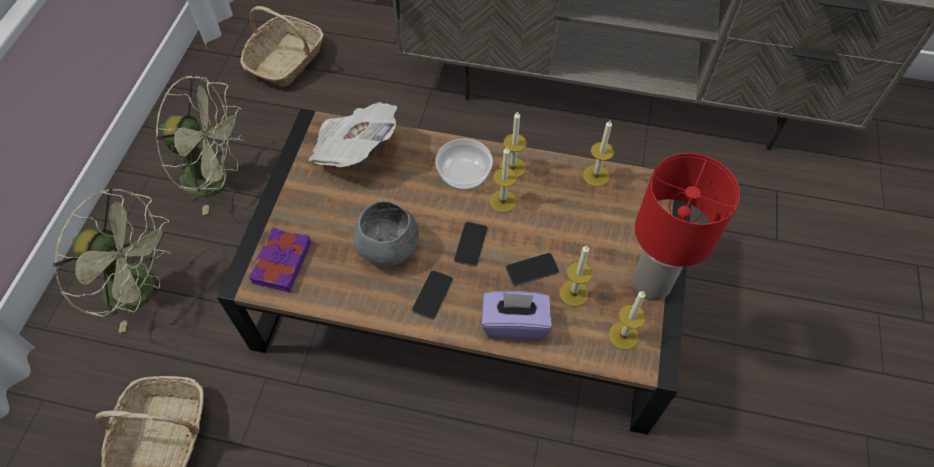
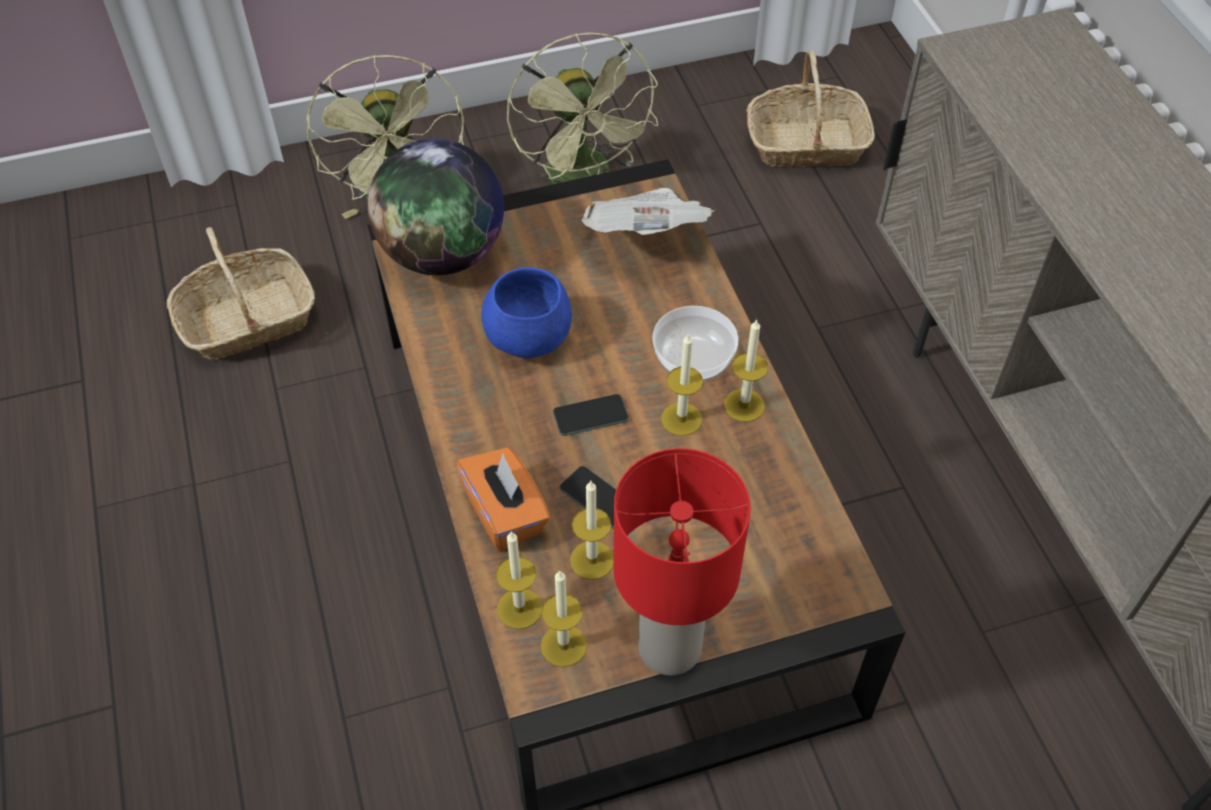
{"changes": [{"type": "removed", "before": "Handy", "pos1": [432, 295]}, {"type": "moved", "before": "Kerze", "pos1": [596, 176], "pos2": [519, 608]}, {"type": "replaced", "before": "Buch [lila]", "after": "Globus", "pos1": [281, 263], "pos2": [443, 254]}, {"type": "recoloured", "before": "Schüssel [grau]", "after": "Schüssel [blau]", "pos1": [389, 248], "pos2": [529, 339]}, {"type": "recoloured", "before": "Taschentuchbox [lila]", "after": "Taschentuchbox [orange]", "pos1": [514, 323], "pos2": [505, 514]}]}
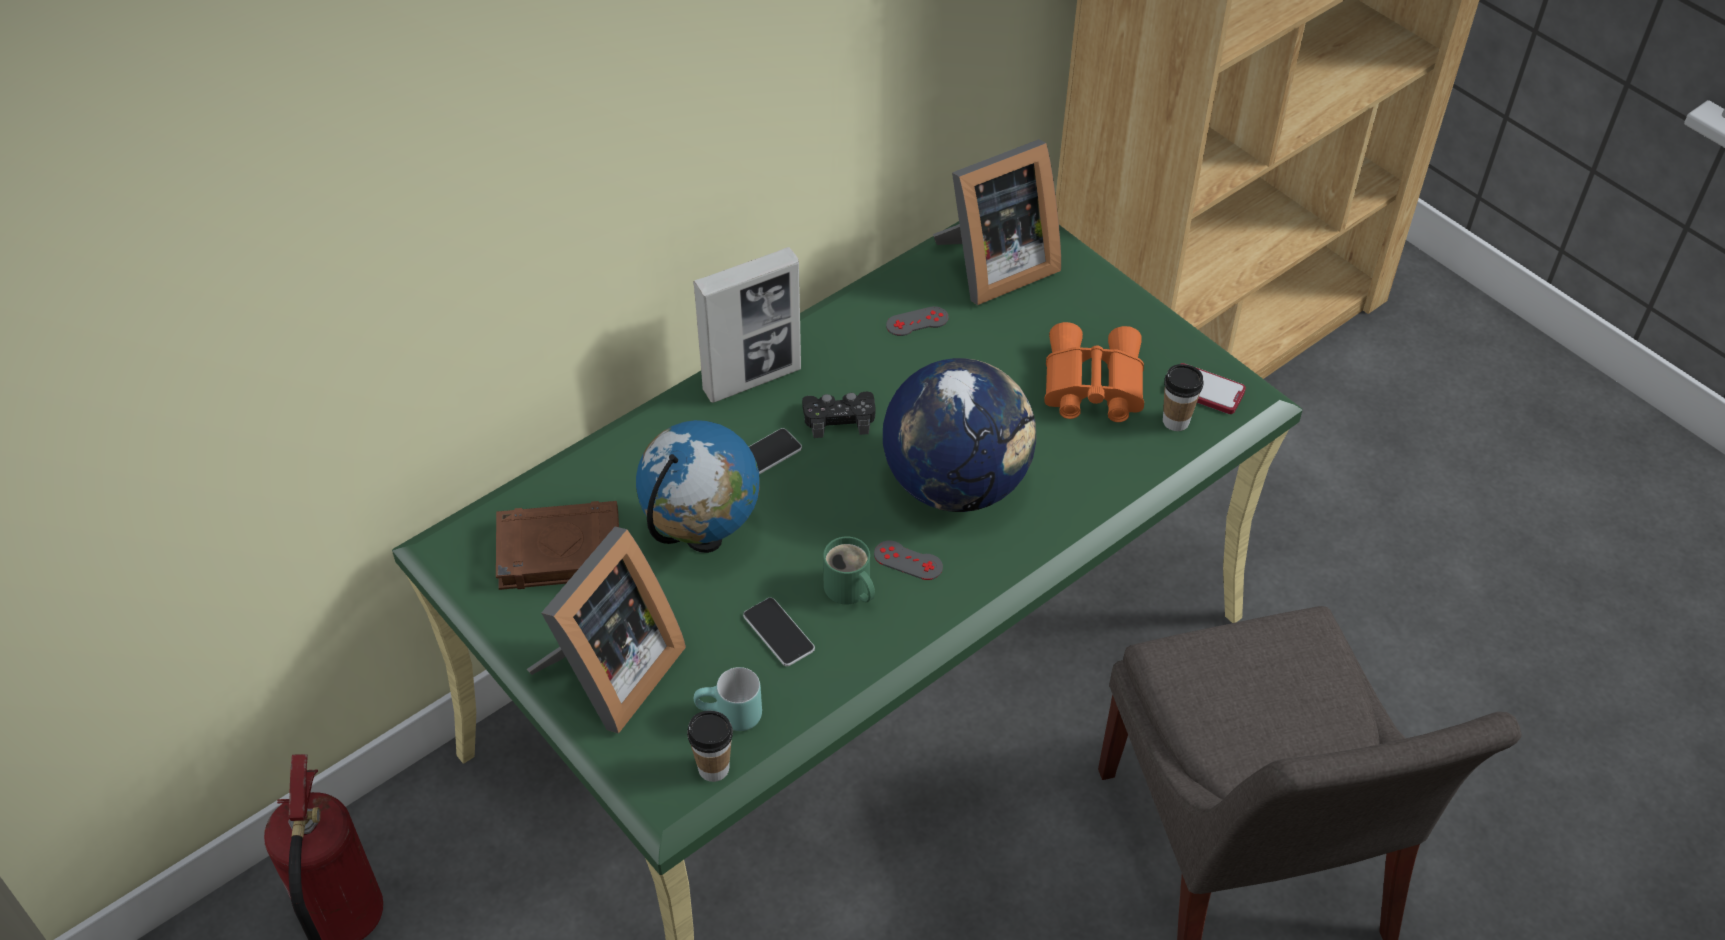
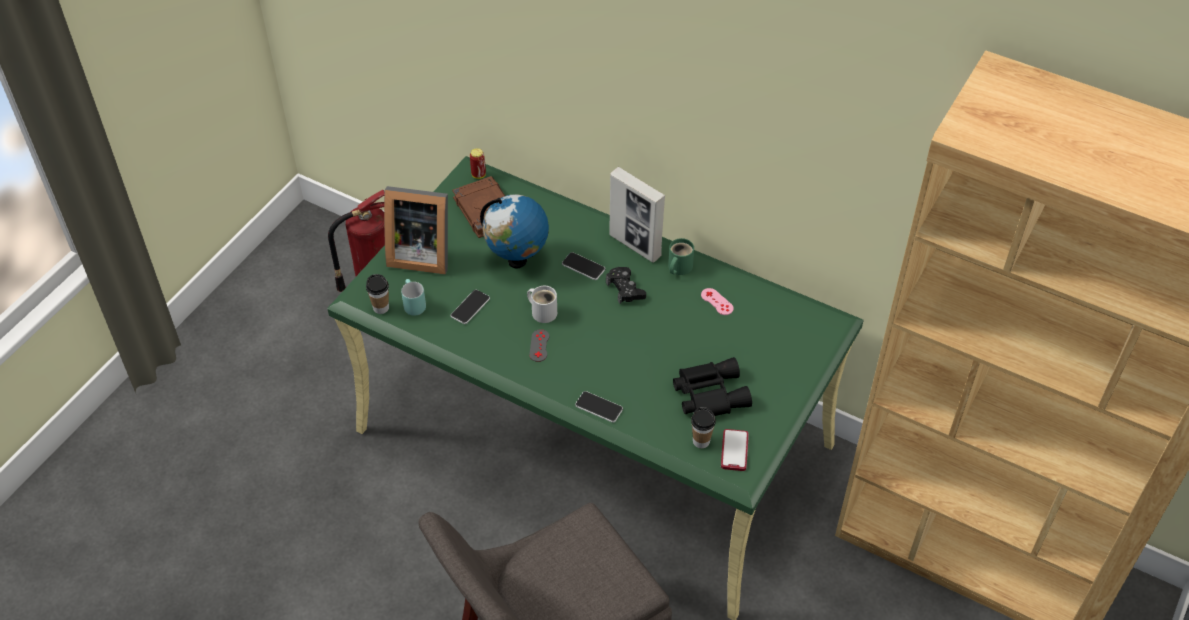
{"changes": [{"type": "removed", "before": "Globus", "pos1": [956, 483]}, {"type": "removed", "before": "Bilderrahmen", "pos1": [993, 267]}, {"type": "added", "after": "Dose", "pos2": [478, 175]}, {"type": "added", "after": "Henkelbecher [weiß]", "pos2": [543, 311]}, {"type": "added", "after": "Handy", "pos2": [599, 407]}, {"type": "moved", "before": "Henkelbecher [grün]", "pos1": [848, 590], "pos2": [678, 267]}, {"type": "recoloured", "before": "Gamepad [grau]", "after": "Gamepad [rosa]", "pos1": [917, 321], "pos2": [717, 302]}, {"type": "recoloured", "before": "Fernglas [orange]", "after": "Fernglas [schwarz]", "pos1": [1090, 385], "pos2": [708, 393]}]}
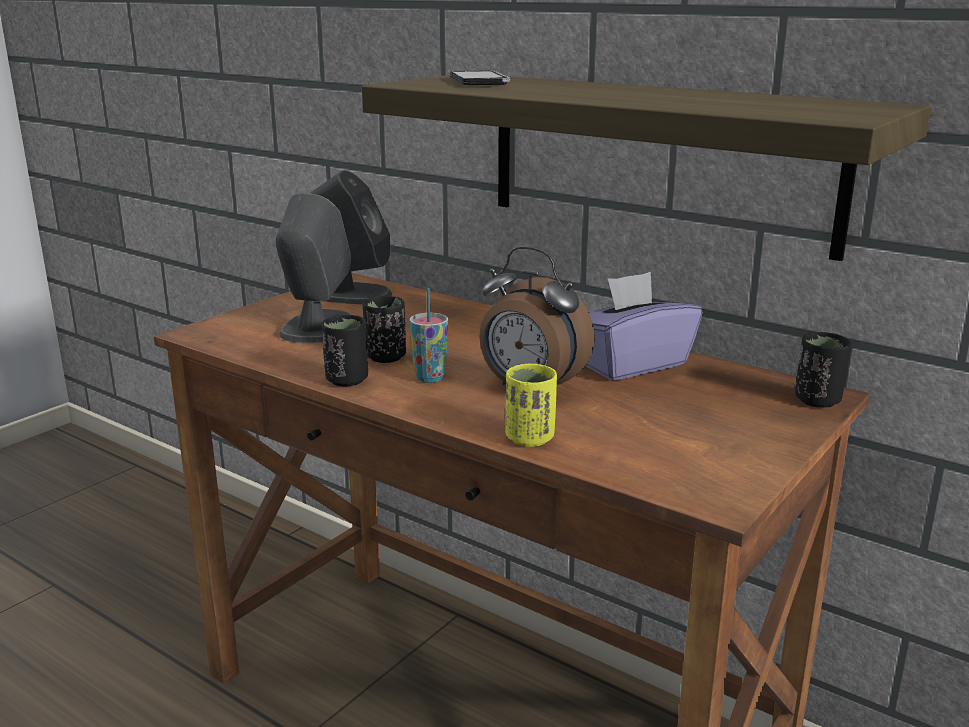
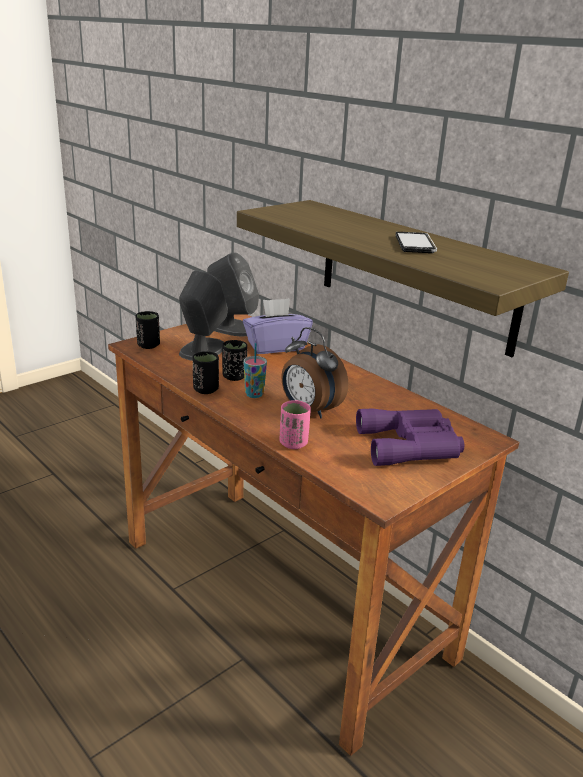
{"changes": [{"type": "added", "after": "Fernglas [lila]", "pos2": [411, 445]}, {"type": "moved", "before": "Handy", "pos1": [479, 81], "pos2": [415, 244]}, {"type": "moved", "before": "Taschentuchbox [lila]", "pos1": [631, 364], "pos2": [276, 346]}, {"type": "moved", "before": "Tasse [schwarz]", "pos1": [817, 400], "pos2": [148, 345]}, {"type": "recoloured", "before": "Tasse [gelb]", "after": "Tasse [rosa]", "pos1": [530, 438], "pos2": [293, 443]}]}
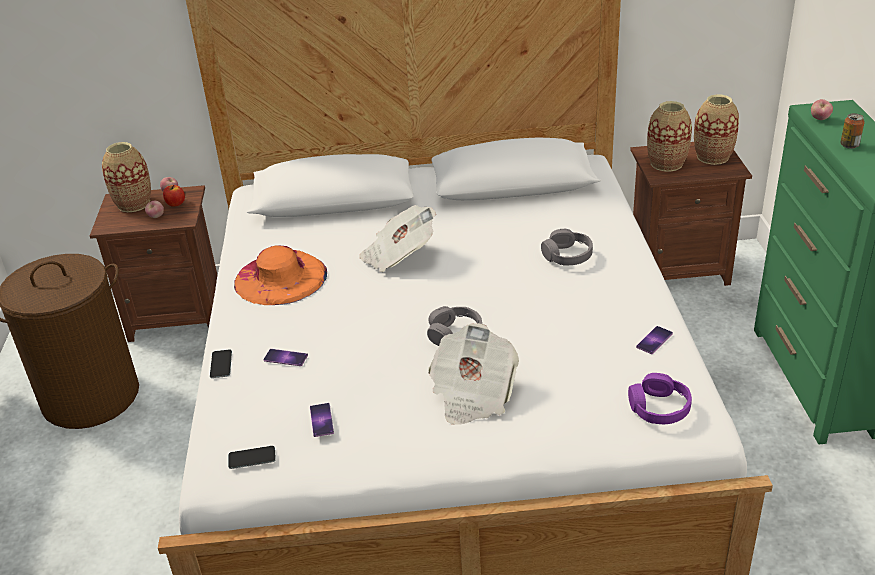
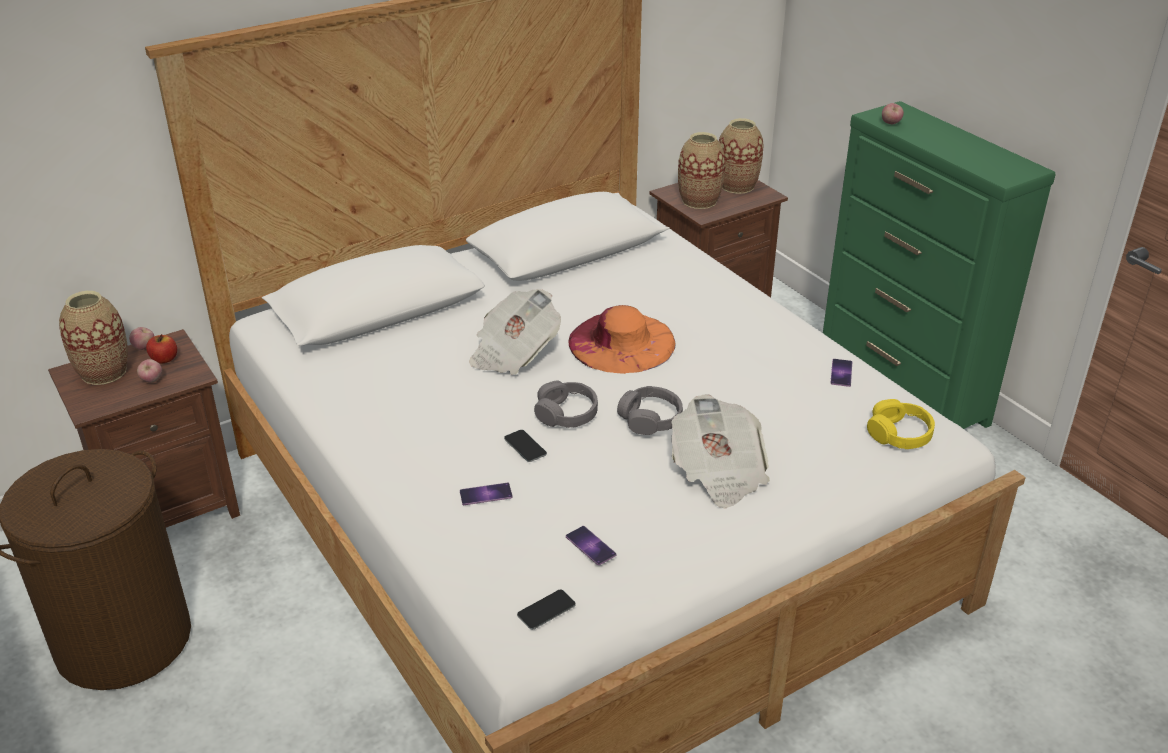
{"changes": [{"type": "removed", "before": "Dose", "pos1": [849, 145]}, {"type": "moved", "before": "Handy", "pos1": [221, 364], "pos2": [525, 446]}, {"type": "moved", "before": "Hut [orange]", "pos1": [280, 278], "pos2": [621, 342]}, {"type": "moved", "before": "Kopfhörer [grau]", "pos1": [567, 255], "pos2": [566, 413]}, {"type": "recoloured", "before": "Kopfhörer [lila]", "after": "Kopfhörer [gelb]", "pos1": [659, 408], "pos2": [899, 434]}]}
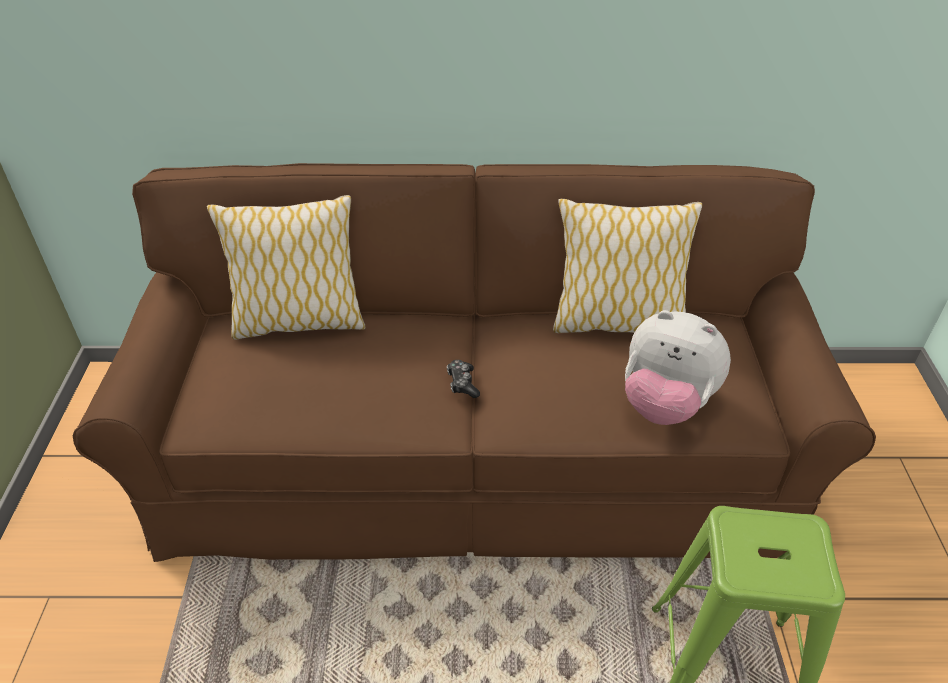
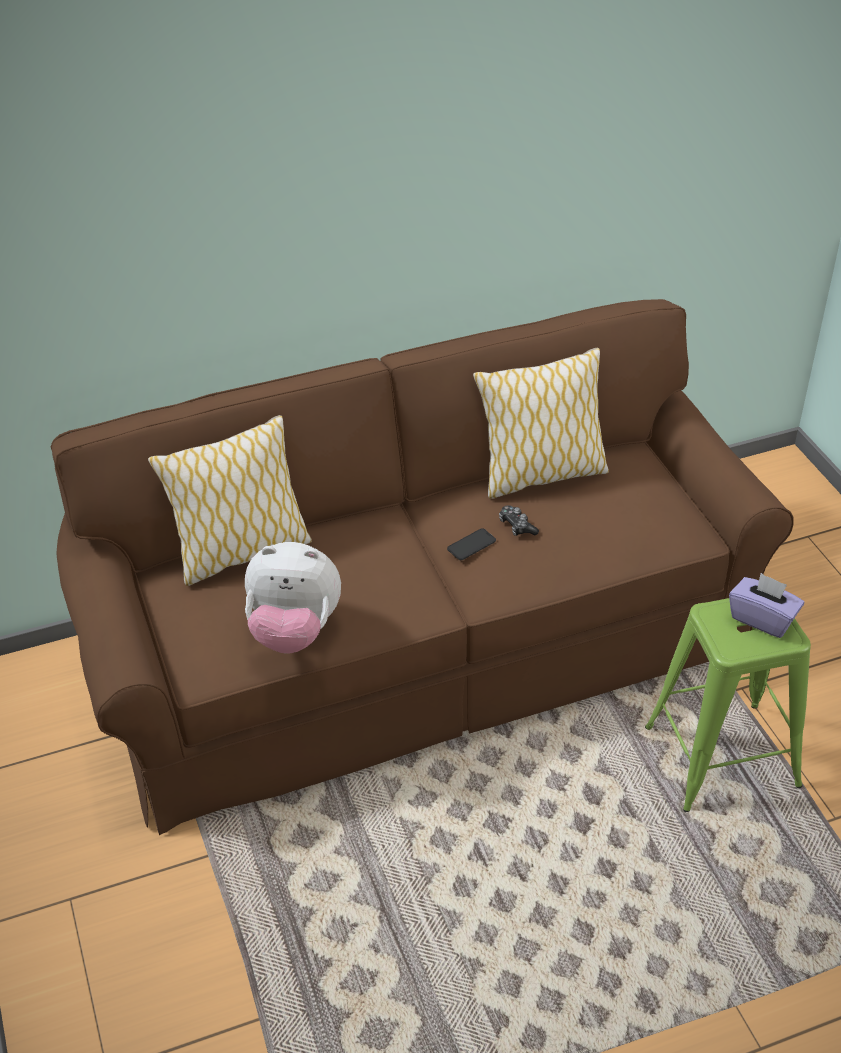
{"changes": [{"type": "added", "after": "Handy", "pos2": [471, 545]}, {"type": "added", "after": "Taschentuchbox [lila]", "pos2": [762, 618]}, {"type": "moved", "before": "Gamepad", "pos1": [462, 383], "pos2": [517, 526]}, {"type": "moved", "before": "Plüschtier", "pos1": [665, 404], "pos2": [294, 631]}]}
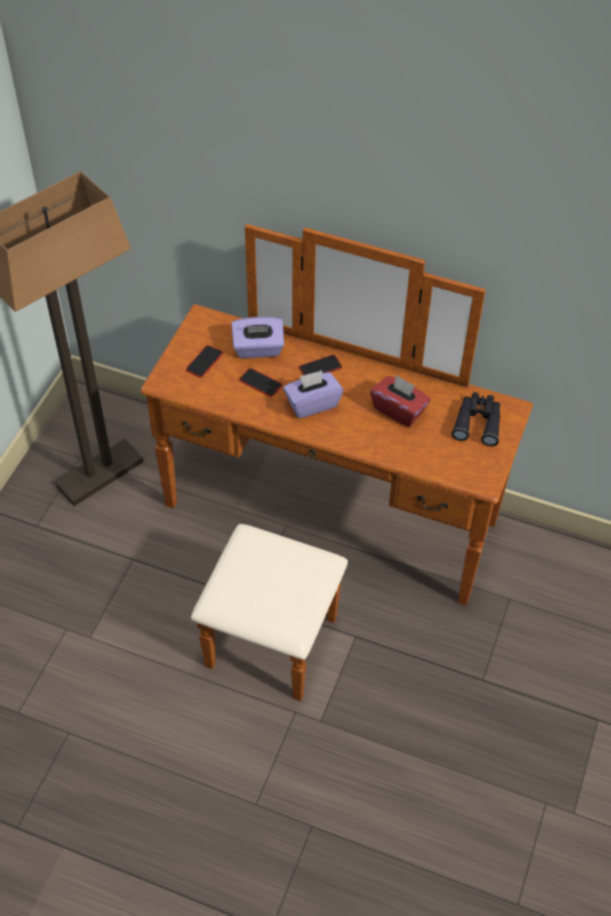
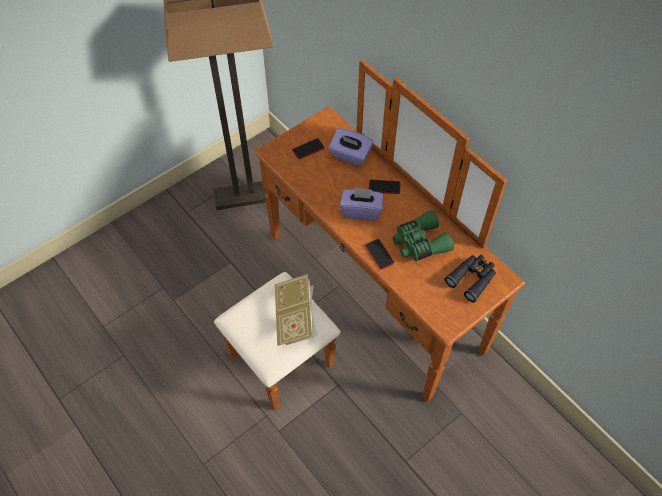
{"changes": [{"type": "added", "after": "Buch", "pos2": [296, 318]}, {"type": "moved", "before": "Handy", "pos1": [260, 383], "pos2": [379, 254]}, {"type": "replaced", "before": "Taschentuchbox [rot]", "after": "Fernglas [grün]", "pos1": [399, 410], "pos2": [419, 243]}]}
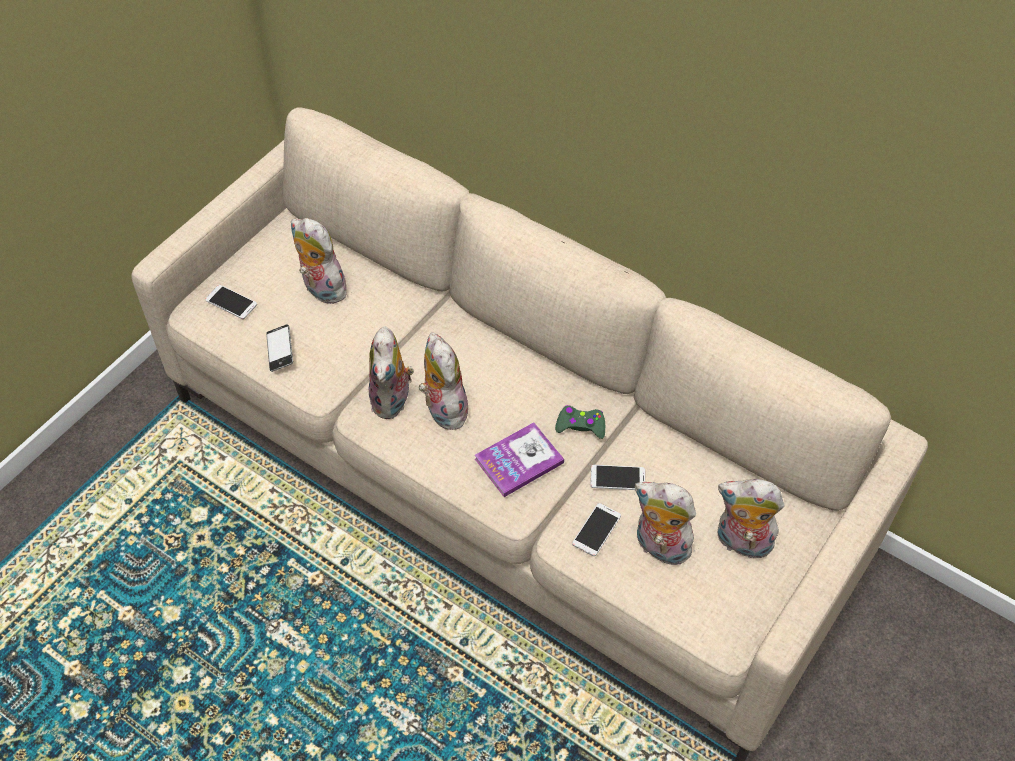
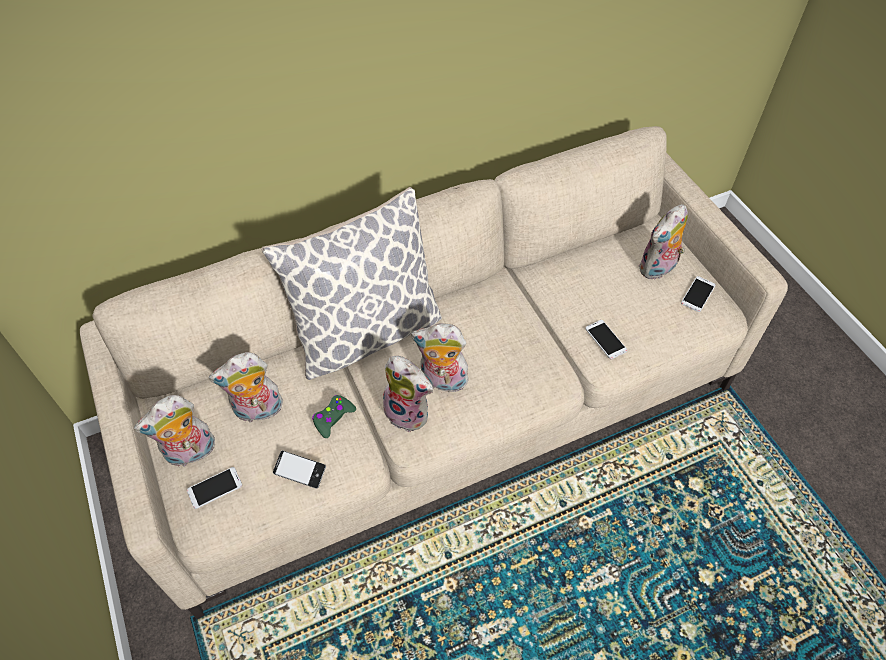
{"changes": [{"type": "removed", "before": "Buch", "pos1": [519, 461]}, {"type": "added", "after": "Kissen", "pos2": [366, 332]}, {"type": "moved", "before": "Gamepad [grün]", "pos1": [580, 425], "pos2": [333, 418]}, {"type": "moved", "before": "Handy", "pos1": [617, 478], "pos2": [698, 294]}, {"type": "moved", "before": "Plüschtier", "pos1": [659, 547], "pos2": [190, 453]}]}
